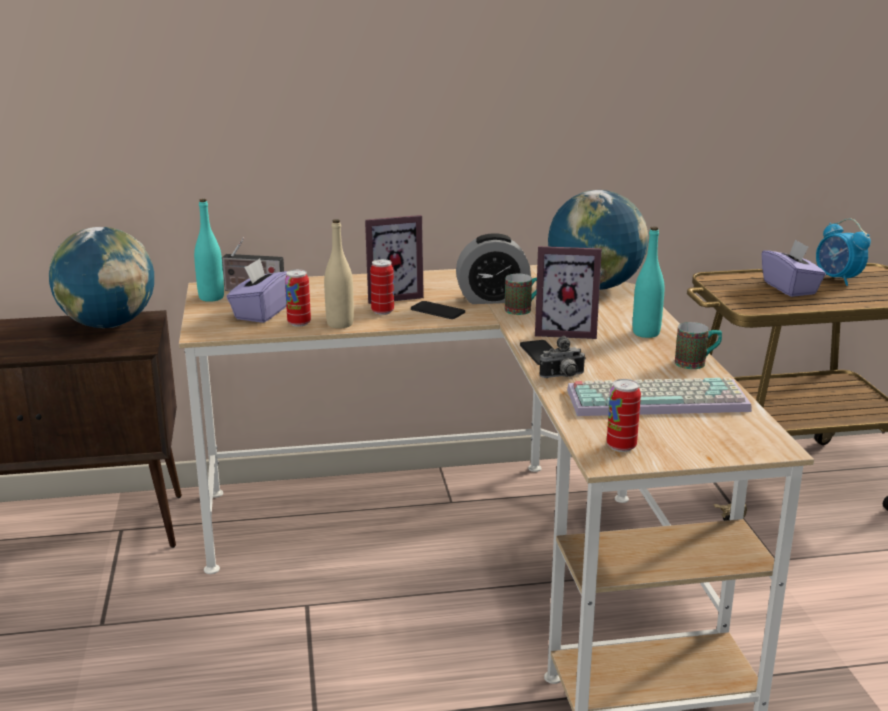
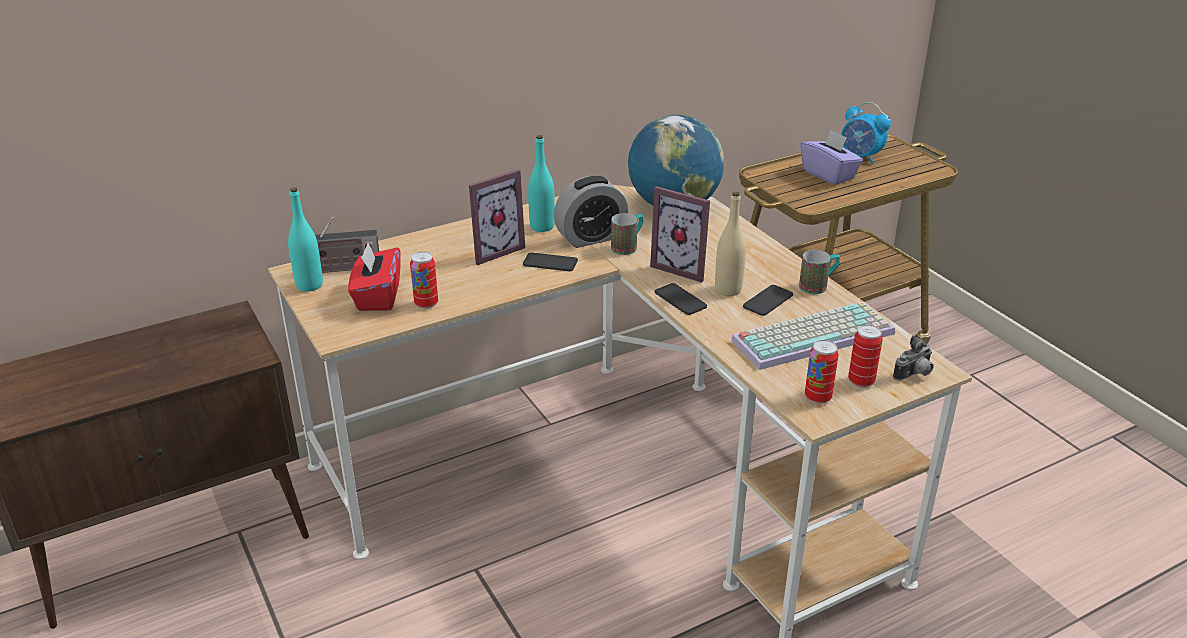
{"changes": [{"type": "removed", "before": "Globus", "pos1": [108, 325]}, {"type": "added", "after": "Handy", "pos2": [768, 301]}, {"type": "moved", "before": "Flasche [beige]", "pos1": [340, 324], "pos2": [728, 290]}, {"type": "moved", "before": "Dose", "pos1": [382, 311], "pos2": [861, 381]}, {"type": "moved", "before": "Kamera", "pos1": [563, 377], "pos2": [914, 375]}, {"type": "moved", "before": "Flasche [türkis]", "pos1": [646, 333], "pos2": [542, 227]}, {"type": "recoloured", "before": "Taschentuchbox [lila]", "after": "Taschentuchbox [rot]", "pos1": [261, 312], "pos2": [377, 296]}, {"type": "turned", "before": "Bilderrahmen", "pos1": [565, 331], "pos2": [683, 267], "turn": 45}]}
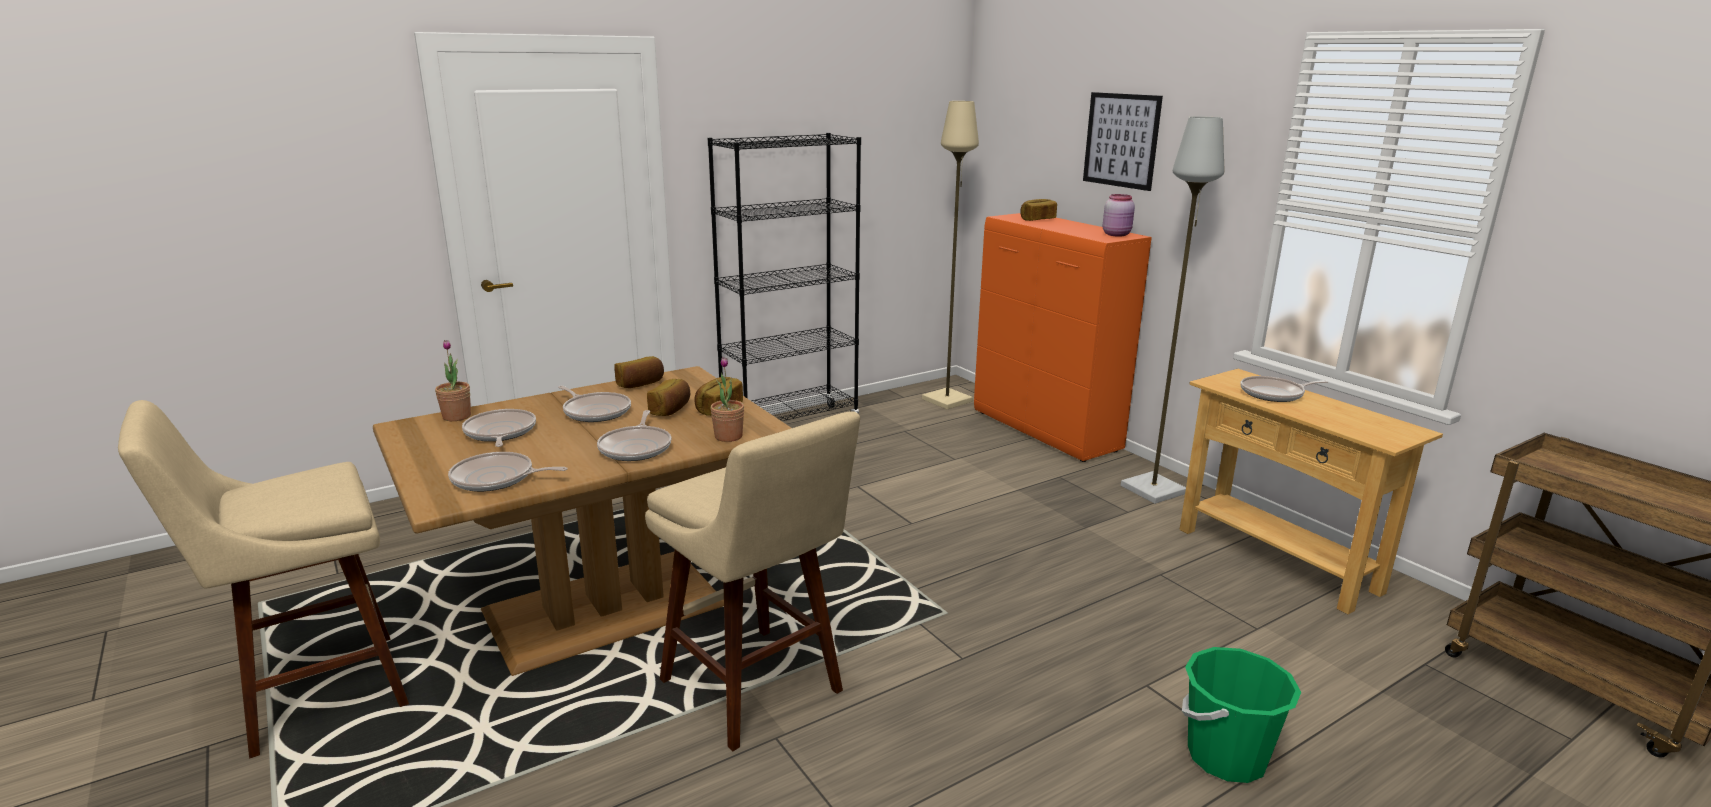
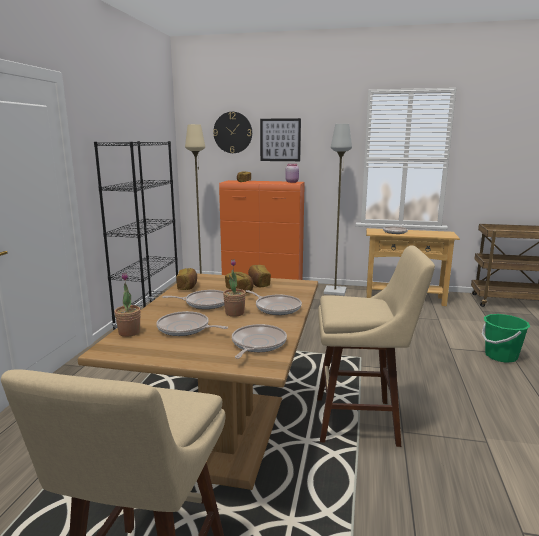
{"changes": [{"type": "added", "after": "Wanduhr", "pos2": [233, 132]}, {"type": "moved", "before": "Topfpflanze", "pos1": [728, 436], "pos2": [234, 313]}, {"type": "turned", "before": "Pfanne", "pos1": [497, 479], "pos2": [257, 344], "turn": 150}]}
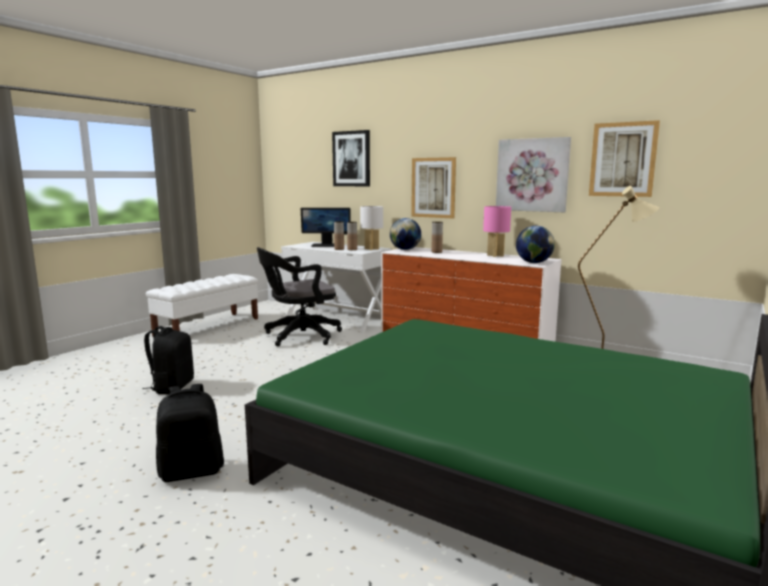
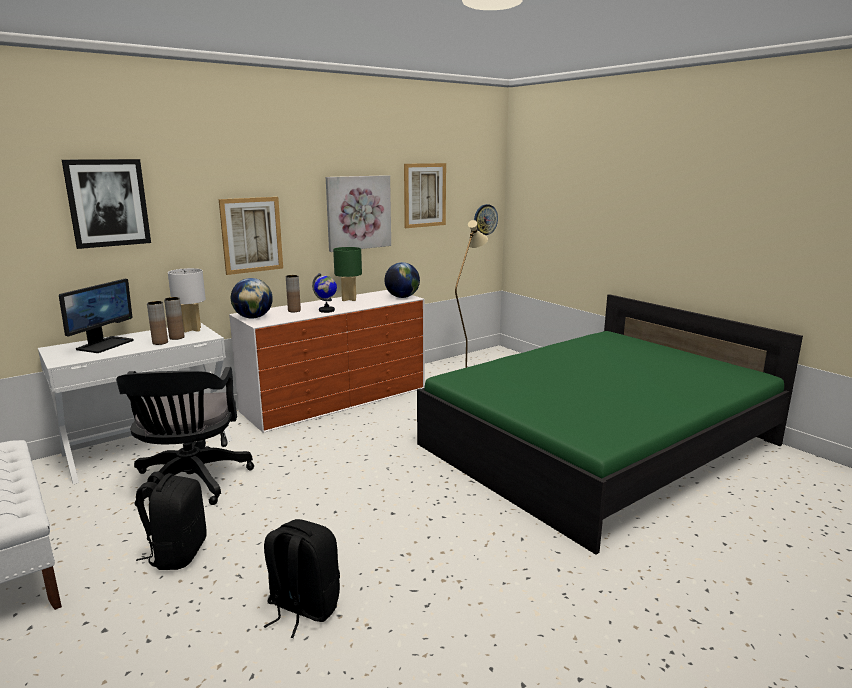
{"changes": [{"type": "added", "after": "Globus", "pos2": [326, 310]}, {"type": "added", "after": "Wanduhr", "pos2": [485, 219]}, {"type": "moved", "before": "Rucksack [schwarz]", "pos1": [192, 471], "pos2": [177, 553]}, {"type": "recoloured", "before": "Tischlampe [rosa]", "after": "Tischlampe [grün]", "pos1": [495, 255], "pos2": [348, 299]}]}
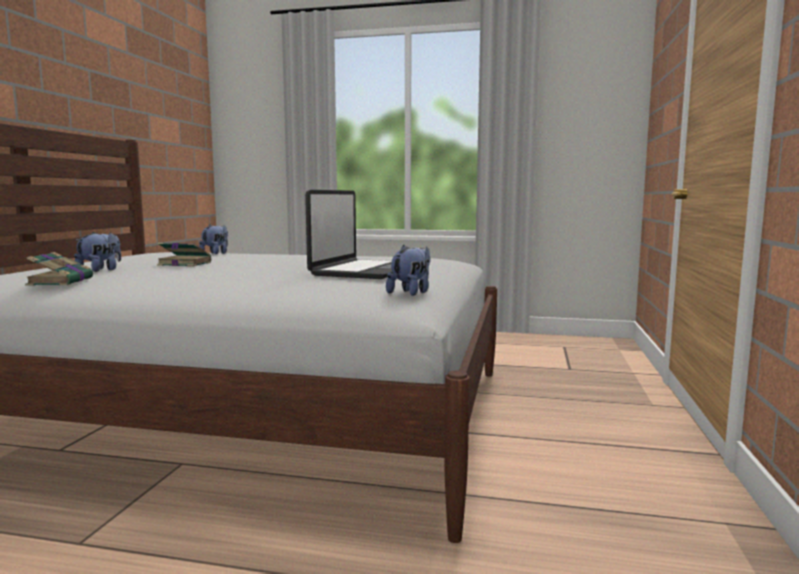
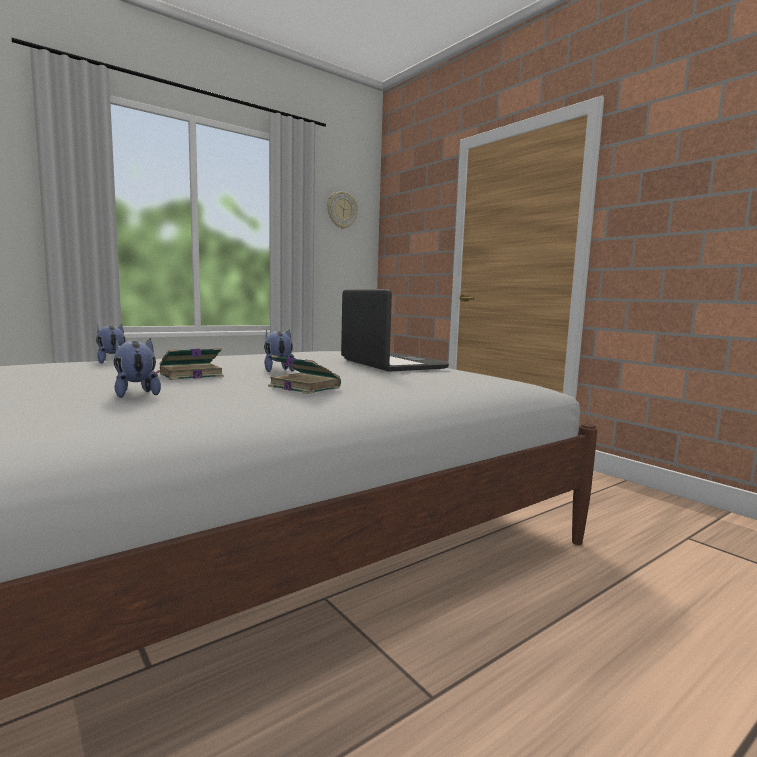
{"changes": [{"type": "added", "after": "Wanduhr", "pos2": [341, 210]}, {"type": "moved", "before": "Buch", "pos1": [61, 281], "pos2": [303, 387]}, {"type": "moved", "before": "Plüschtier", "pos1": [411, 293], "pos2": [277, 370]}]}
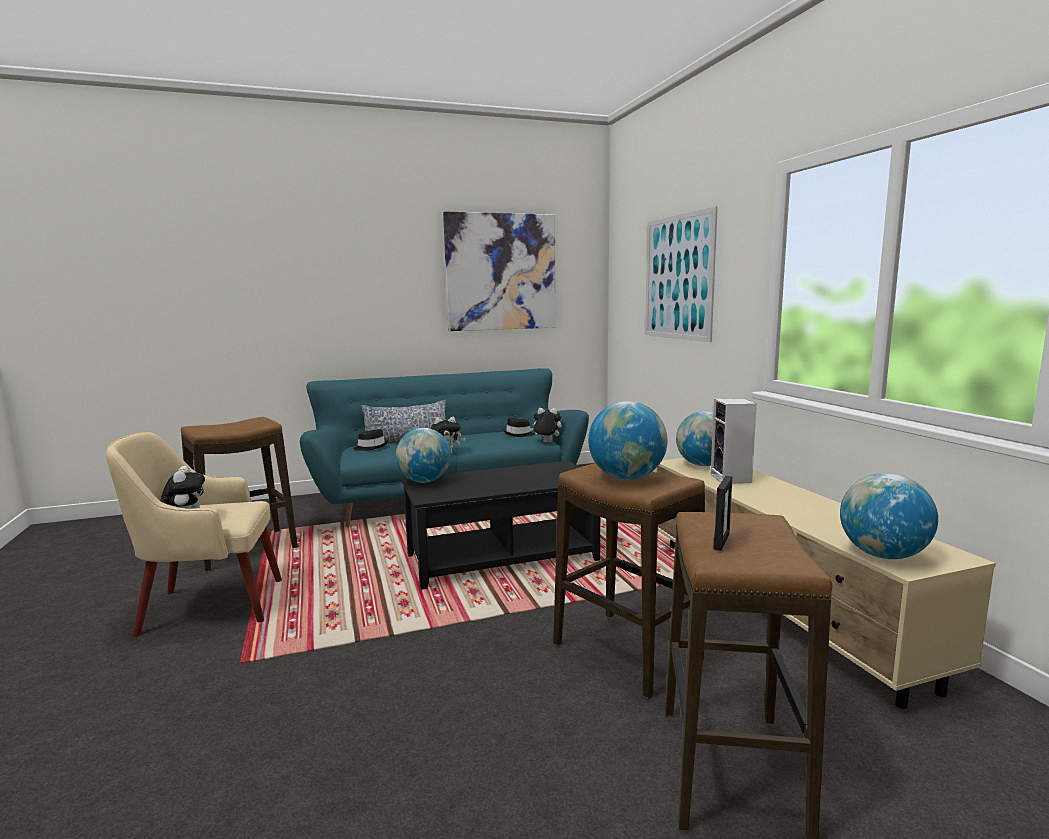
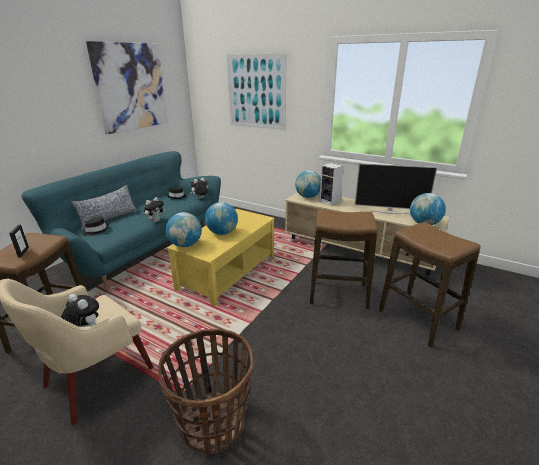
{"changes": [{"type": "added", "after": "Korb", "pos2": [213, 422]}, {"type": "added", "after": "Fernseher", "pos2": [389, 212]}, {"type": "moved", "before": "Globus", "pos1": [626, 478], "pos2": [222, 233]}, {"type": "moved", "before": "Bilderrahmen", "pos1": [721, 541], "pos2": [23, 252]}, {"type": "recoloured", "before": "Couchtisch [schwarz]", "after": "Couchtisch [gelb]", "pos1": [502, 557], "pos2": [227, 272]}]}
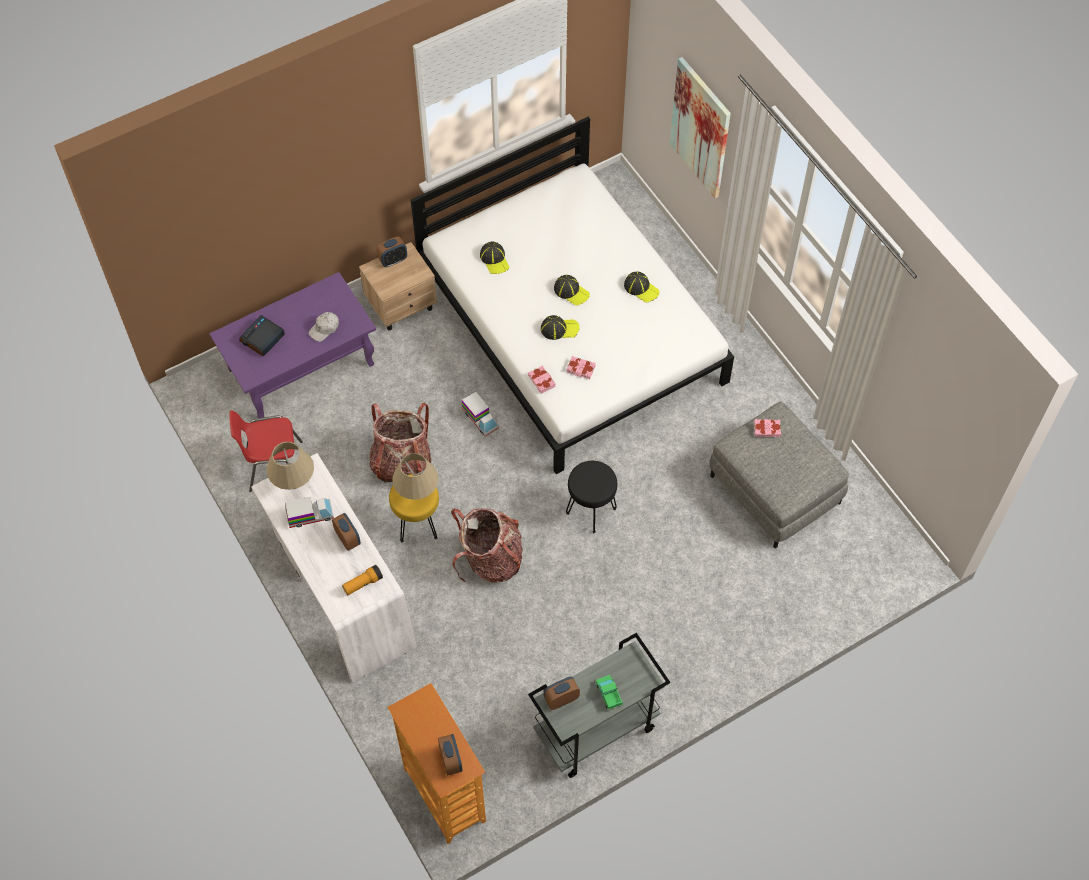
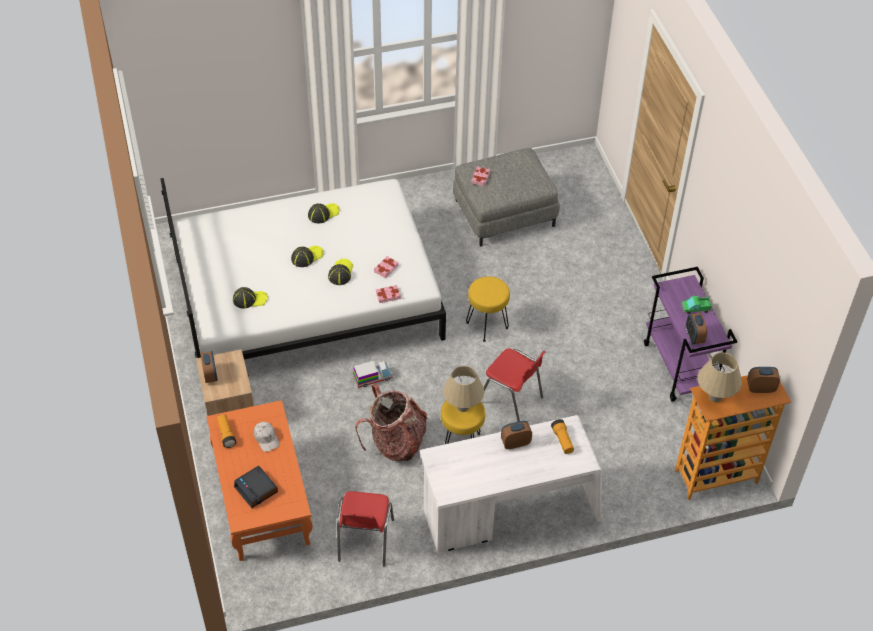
{"changes": [{"type": "removed", "before": "Spielzeuglaster", "pos1": [310, 516]}, {"type": "removed", "before": "Bild", "pos1": [700, 128]}, {"type": "added", "after": "Taschenlampe", "pos2": [226, 434]}, {"type": "moved", "before": "Tischlampe [beige]", "pos1": [294, 483], "pos2": [715, 397]}, {"type": "replaced", "before": "Rucksack", "after": "Stuhl [rot]", "pos1": [490, 559], "pos2": [511, 400]}, {"type": "recoloured", "before": "Couchtisch [lila]", "after": "Couchtisch [orange]", "pos1": [300, 367], "pos2": [263, 501]}, {"type": "recoloured", "before": "Rollwagen [grau]", "after": "Rollwagen [lila]", "pos1": [595, 731], "pos2": [680, 367]}, {"type": "recoloured", "before": "Hocker [schwarz]", "after": "Hocker [gelb]", "pos1": [590, 511], "pos2": [487, 326]}]}
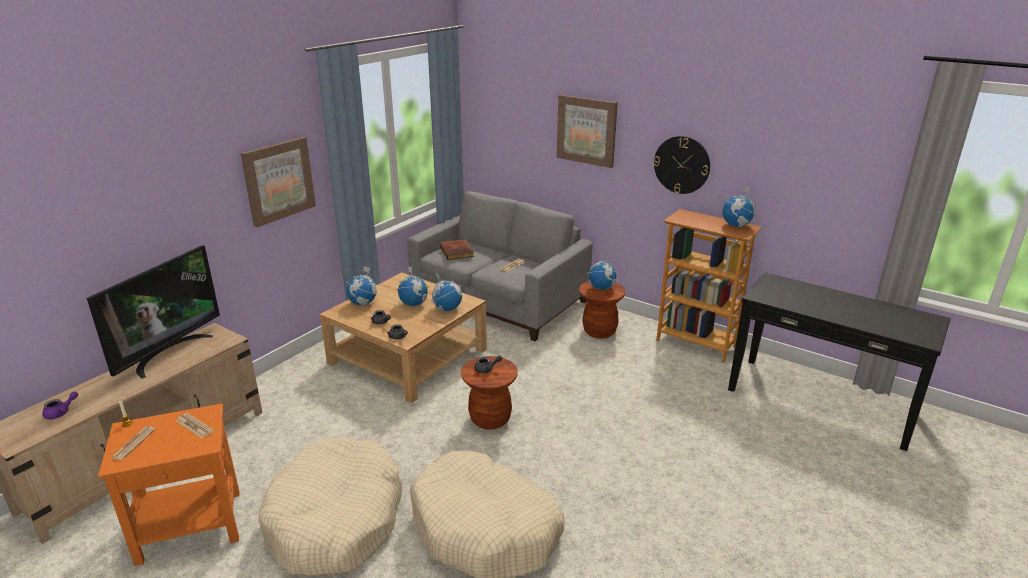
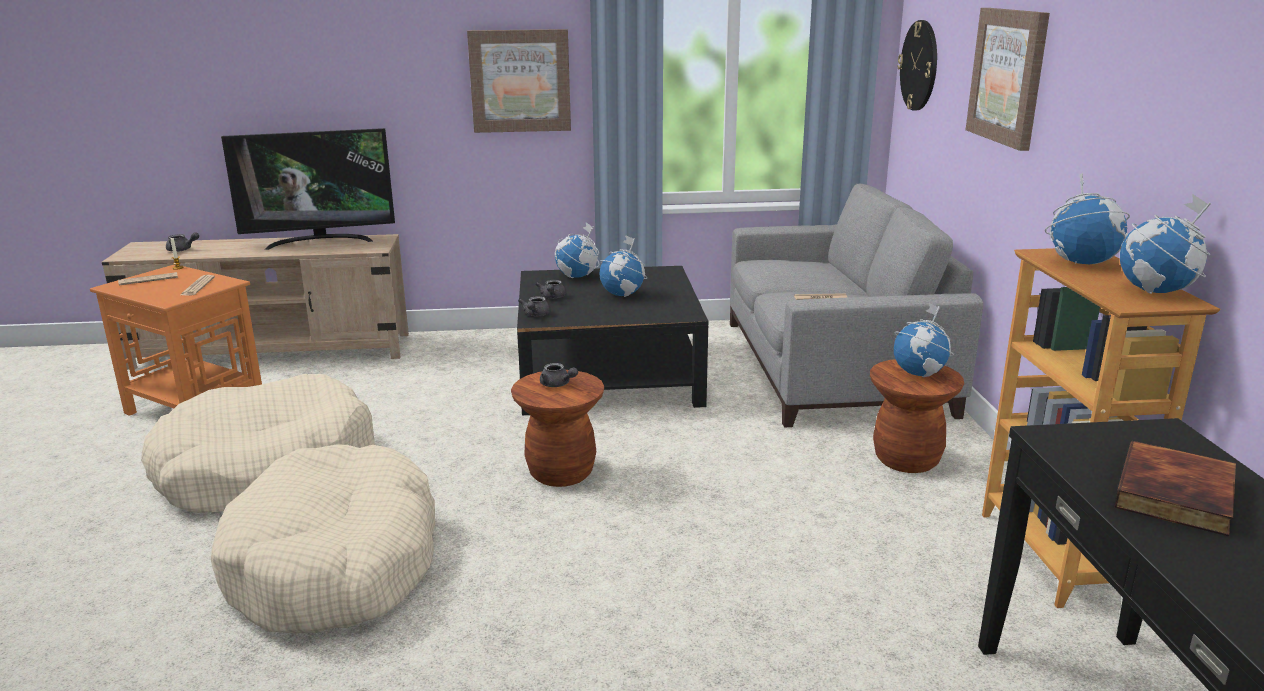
{"changes": [{"type": "moved", "before": "Globus", "pos1": [447, 308], "pos2": [1082, 262]}, {"type": "moved", "before": "Buch", "pos1": [457, 252], "pos2": [1177, 495]}, {"type": "moved", "before": "Wanduhr", "pos1": [682, 164], "pos2": [919, 65]}, {"type": "recoloured", "before": "Teekanne [lila]", "after": "Teekanne [grau]", "pos1": [61, 413], "pos2": [182, 250]}, {"type": "recoloured", "before": "Couchtisch [beige]", "after": "Couchtisch [schwarz]", "pos1": [408, 356], "pos2": [608, 374]}]}
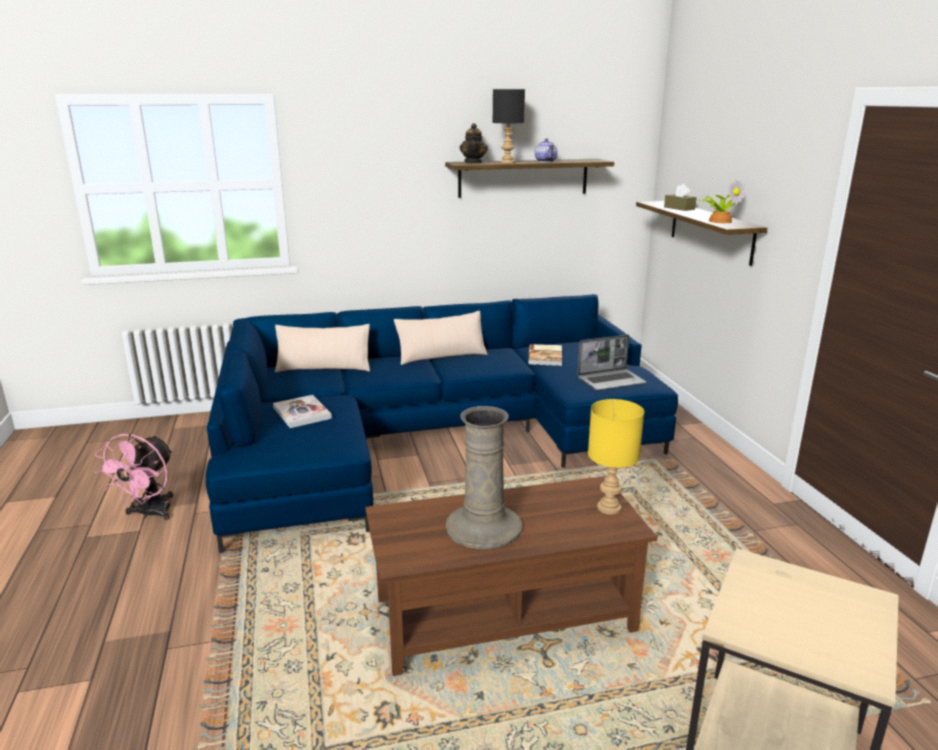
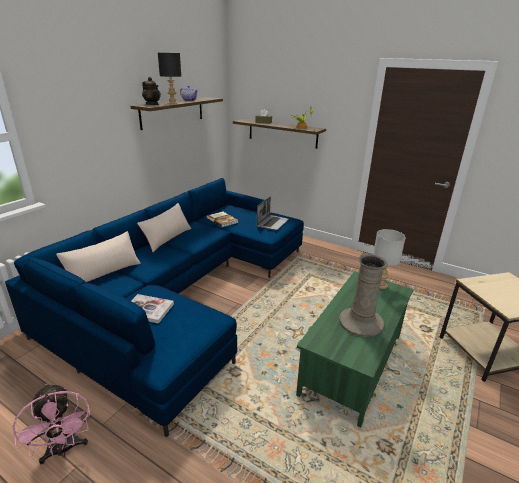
{"changes": [{"type": "recoloured", "before": "Couchtisch [braun]", "after": "Couchtisch [grün]", "pos1": [504, 615], "pos2": [352, 363]}, {"type": "recoloured", "before": "Tischlampe [gelb]", "after": "Tischlampe [grau]", "pos1": [608, 508], "pos2": [381, 286]}]}
